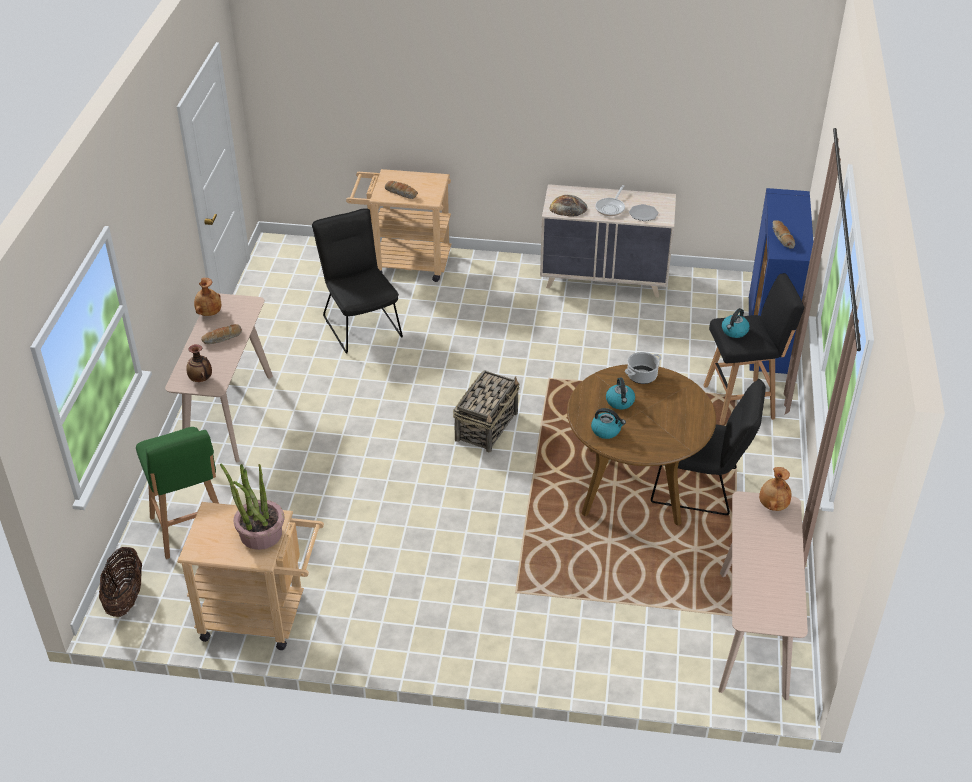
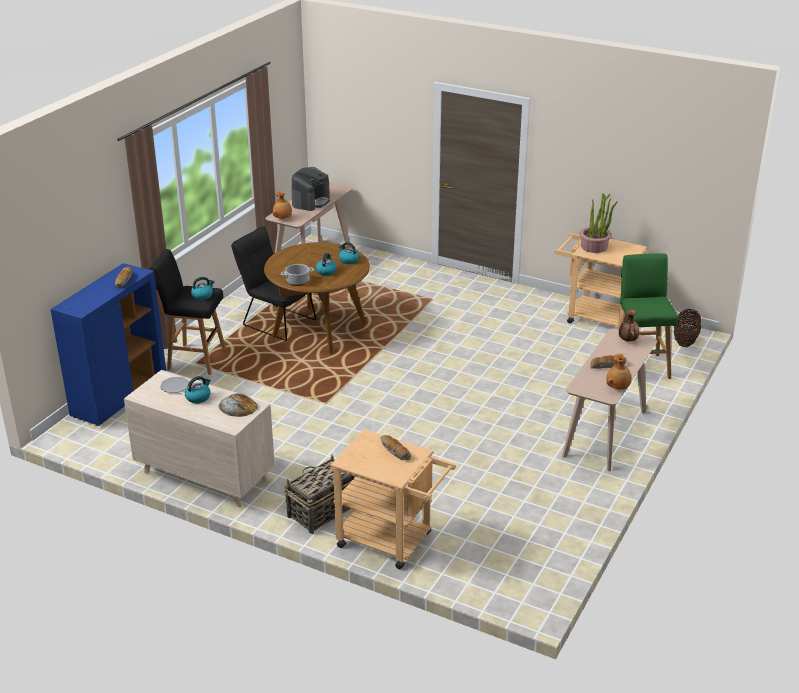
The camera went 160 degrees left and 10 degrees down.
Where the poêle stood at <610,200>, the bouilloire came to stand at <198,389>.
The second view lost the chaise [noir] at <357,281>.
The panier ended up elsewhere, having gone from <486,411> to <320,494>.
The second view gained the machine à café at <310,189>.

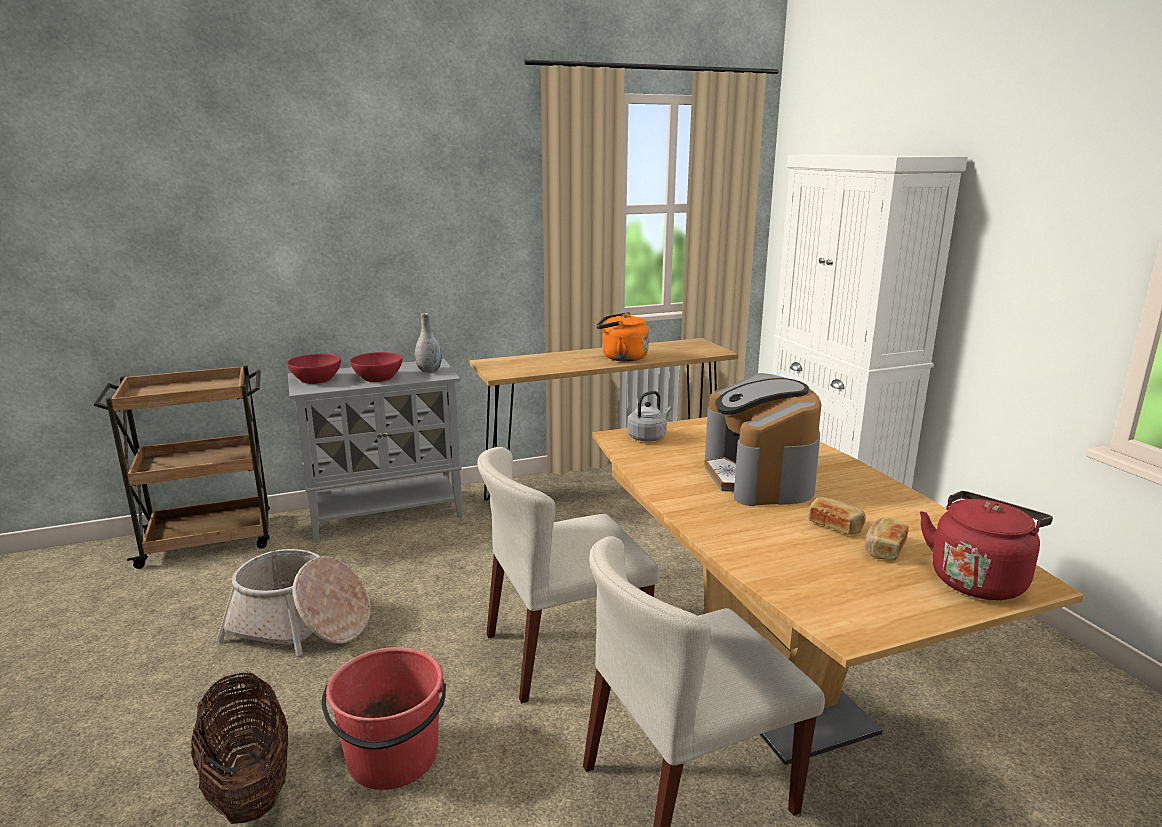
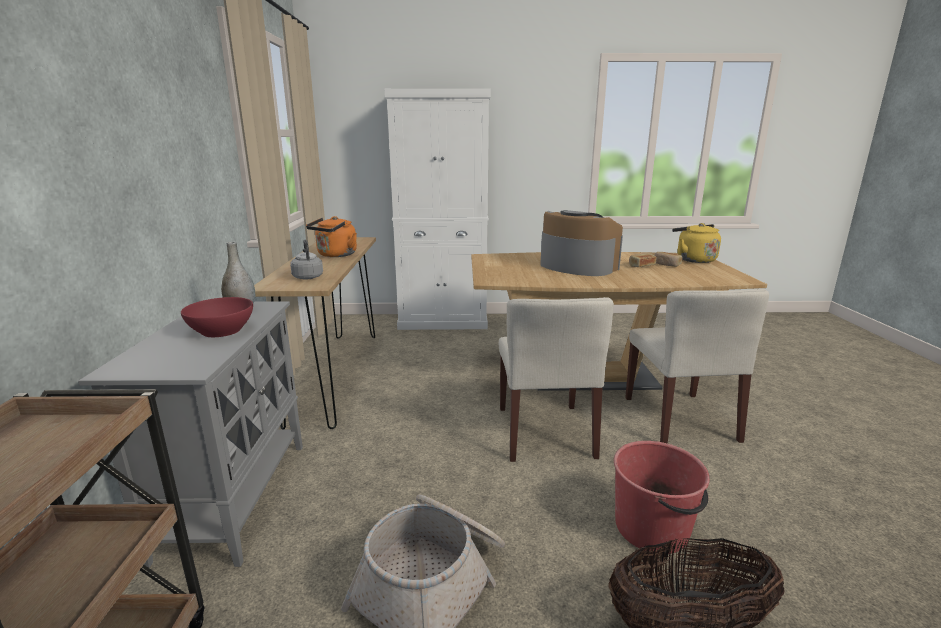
The camera went 70 degrees left and 0 degrees up.
The second view lost the bol [rouge] at <314,369>.
The machine à café at <763,439> ended up facing another way, 150 degrees counterclockwise from before.
The bouilloire [gris] ended up elsewhere, having gone from <649,416> to <306,259>.
What was the bouilloire [rouge] at <986,545> turned into the bouilloire [jaune] at <696,243>.

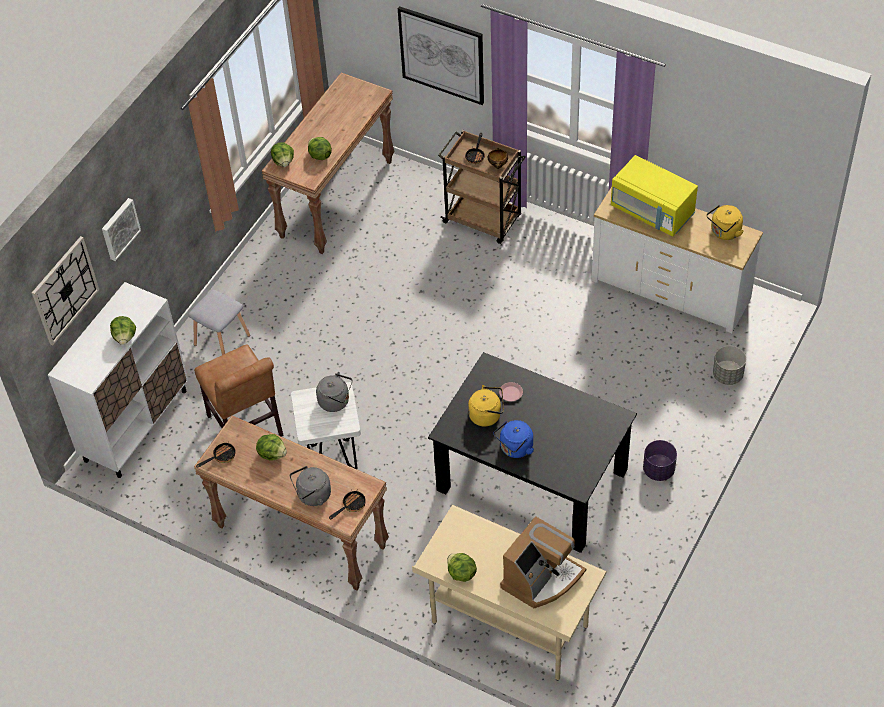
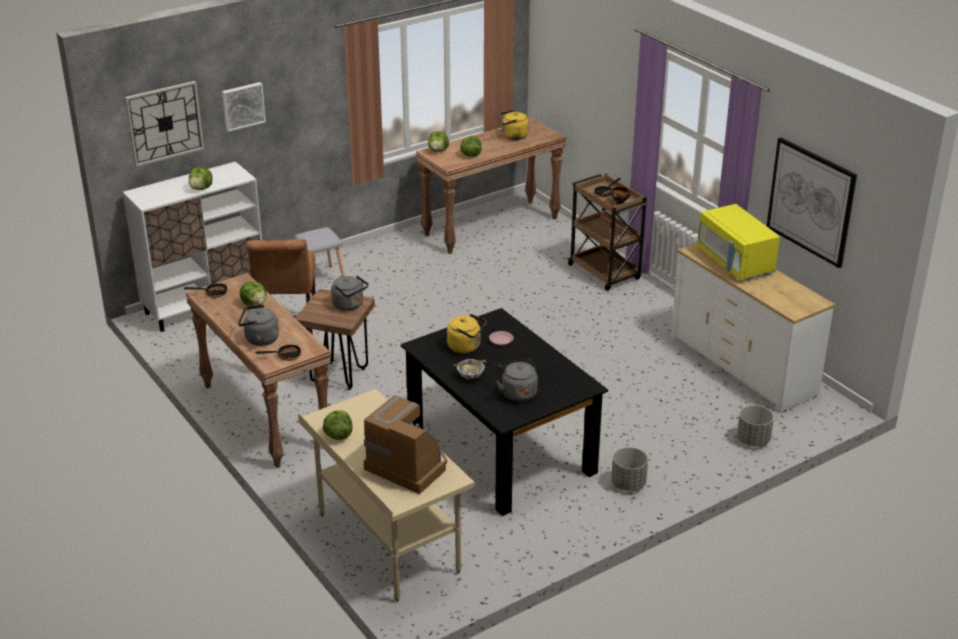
The camera went 25 degrees right and 20 degrees down.
The tableau ended up elsewhere, having gone from <441,55> to <812,203>.
The bouilloire [jaune] ended up elsewhere, having gone from <725,222> to <514,125>.
What was the tabouret [blanc] at <326,425> turned into the tabouret [marron] at <335,339>.
Where the bouilloire [bleu] stood at <513,439>, the bol came to stand at <469,369>.
What was the cache-pot [violet] at <660,460> turned into the cache-pot [gris] at <629,469>.
The machine à café at <543,562> ended up facing another way, 120 degrees counterclockwise from before.
The second view gained the bouilloire [gris] at <517,380>.

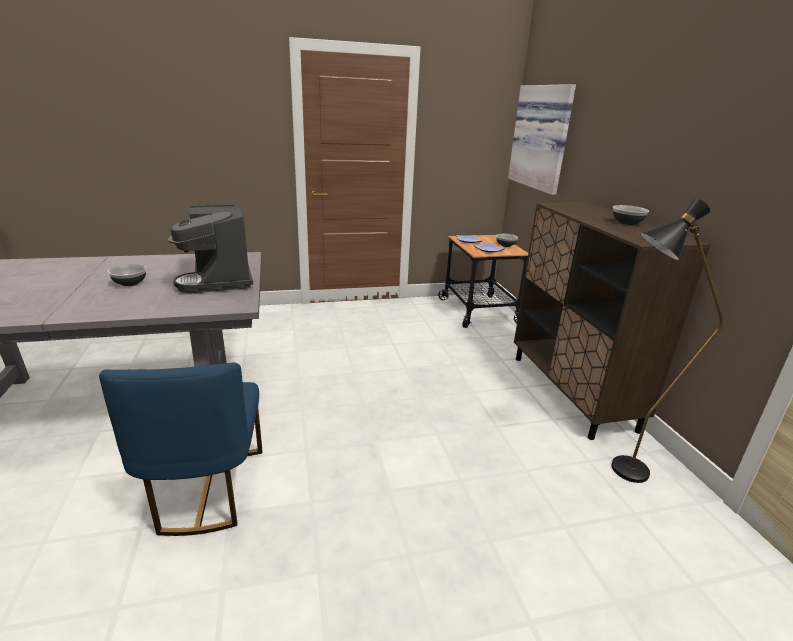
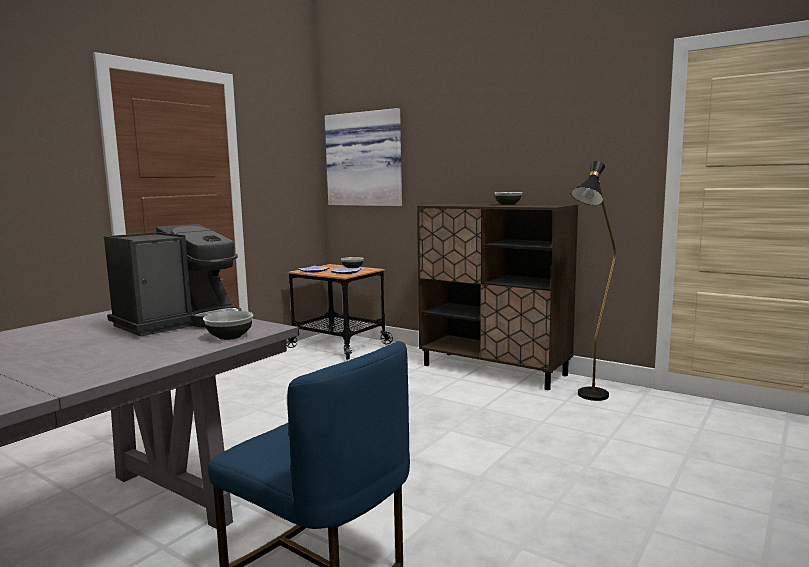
The camera went 40 degrees left and 15 degrees down.
The machine à café at <210,248> ended up facing another way, 75 degrees counterclockwise from before.
The bol ended up elsewhere, having gone from <127,275> to <228,325>.

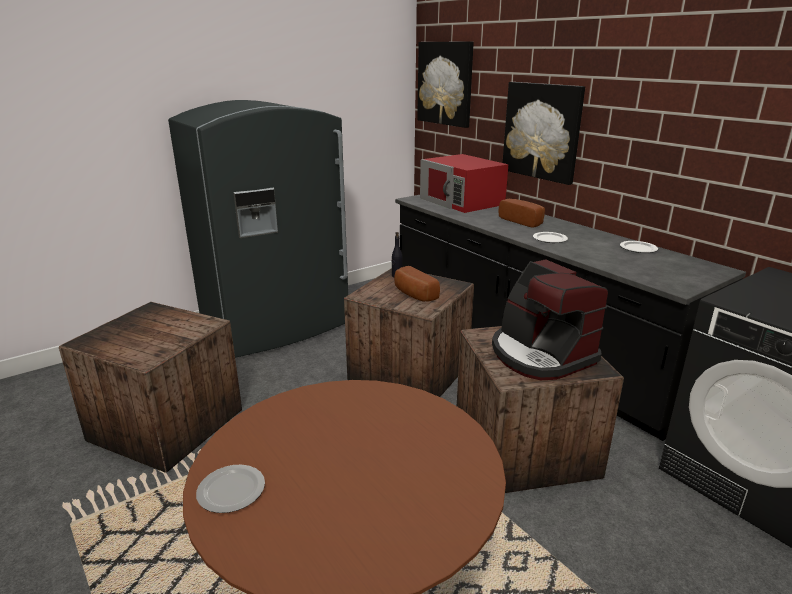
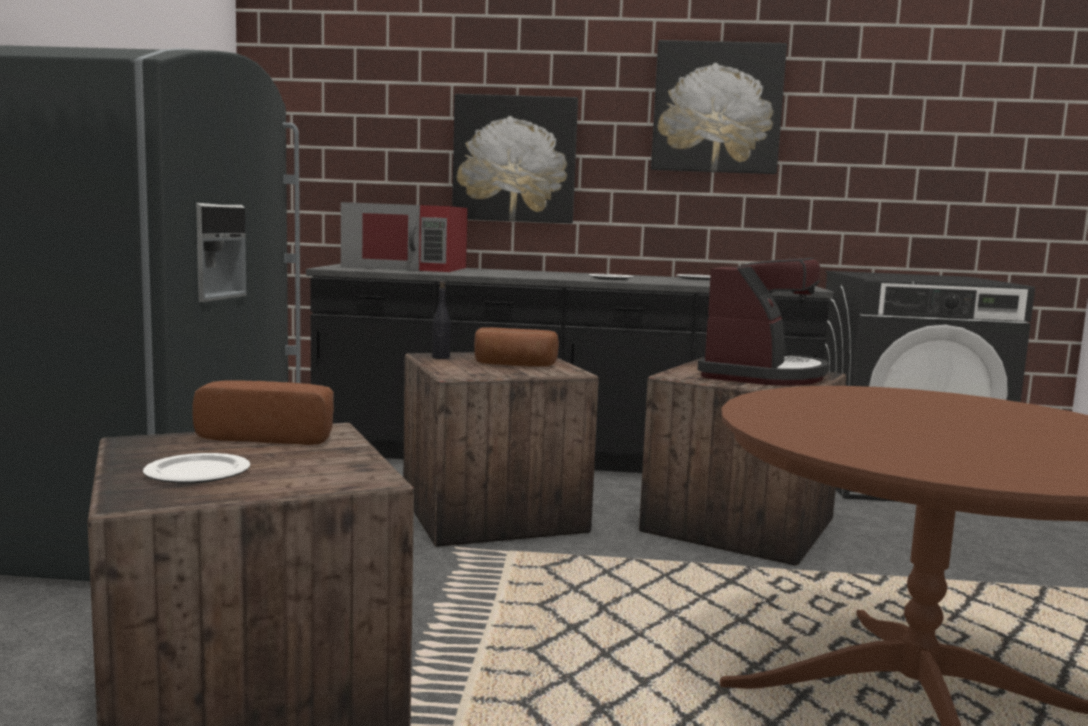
The camera went 50 degrees left and 15 degrees down.
The tableau ended up elsewhere, having gone from <445,84> to <719,107>.
The pain ended up elsewhere, having gone from <522,213> to <263,412>.
The machine à café at <550,319> ended up facing another way, 75 degrees counterclockwise from before.
The assiette ended up elsewhere, having gone from <230,489> to <197,468>.

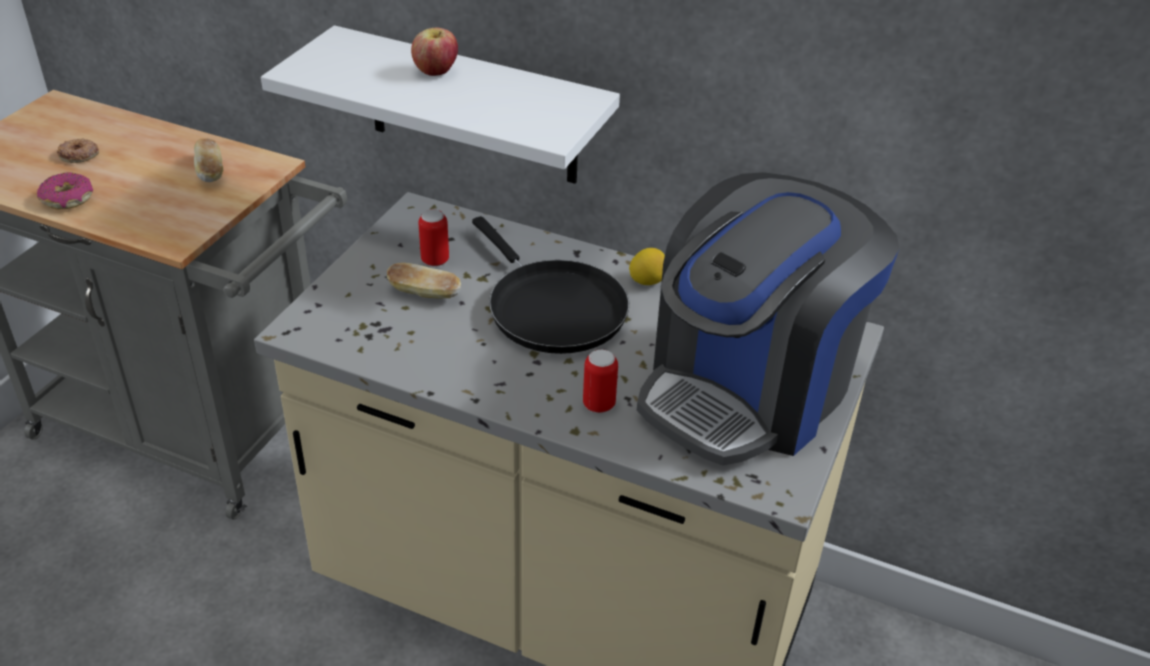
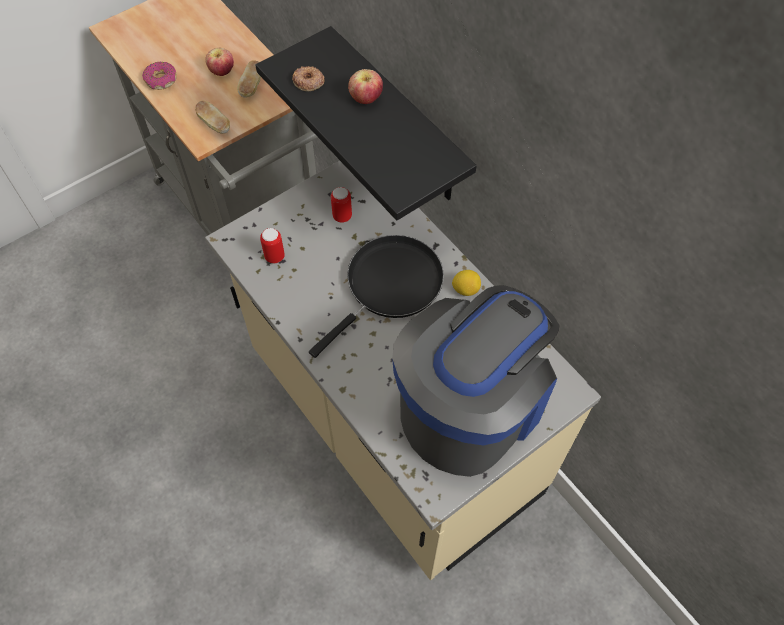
The camera went 30 degrees right and 20 degrees up.
What was the étagère [blanc] at <440,104> turned into the étagère [noir] at <366,123>.
The beignet ended up elsewhere, having gone from <78,150> to <308,78>.
The machine à café at <768,319> ended up facing another way, 150 degrees clockwise from before.
The poêle [noir] at <550,285> ended up facing another way, 135 degrees counterclockwise from before.
The pain ended up elsewhere, having gone from <424,281> to <212,117>.
The boîte métallique ended up elsewhere, having gone from <600,381> to <272,246>.
The second view gained the pomme at <219,62>.

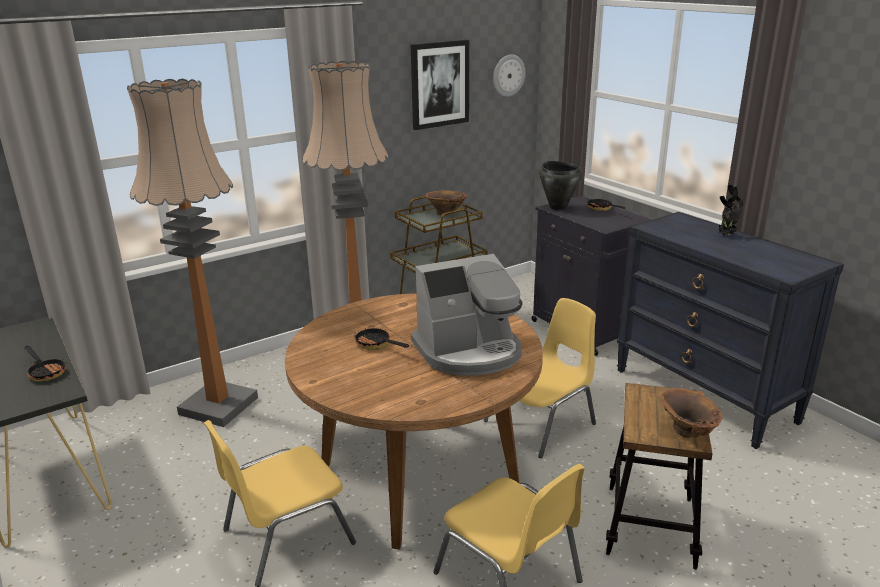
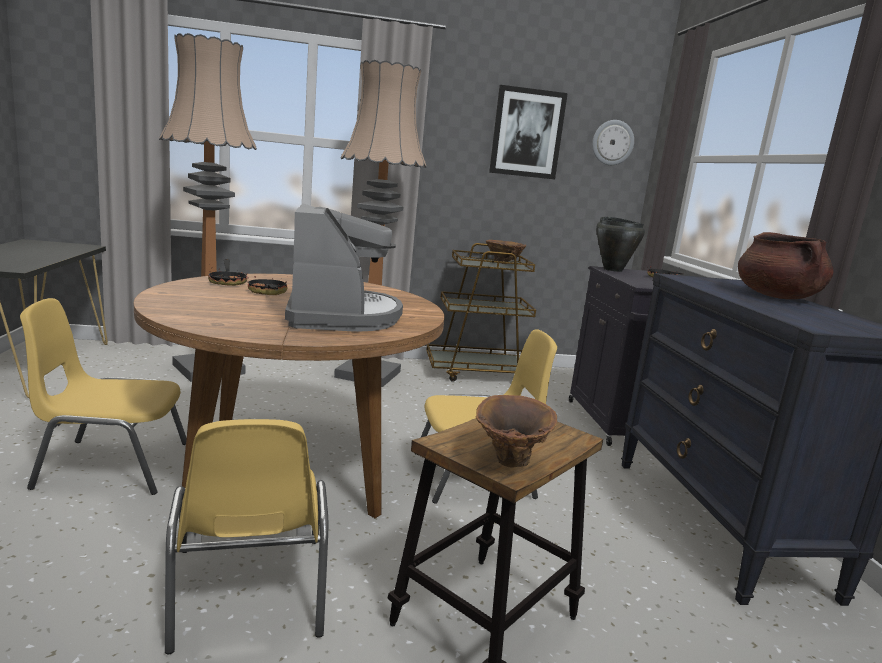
The camera went 25 degrees right and 10 degrees down.
Where the plante en pot stood at <730,210>, the marmite [marron] came to stand at <786,265>.
The machine à café at <467,315> ended up facing another way, 105 degrees counterclockwise from before.
The poêle ended up elsewhere, having gone from <45,364> to <227,272>.

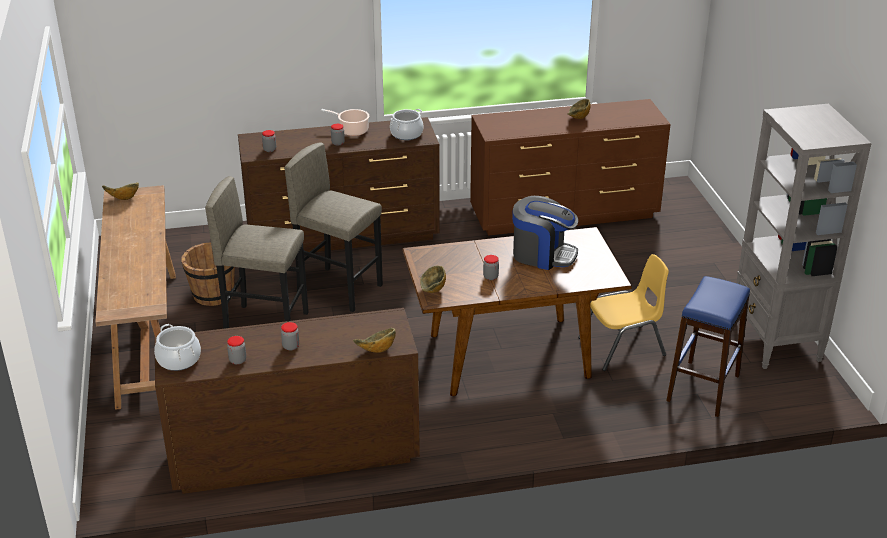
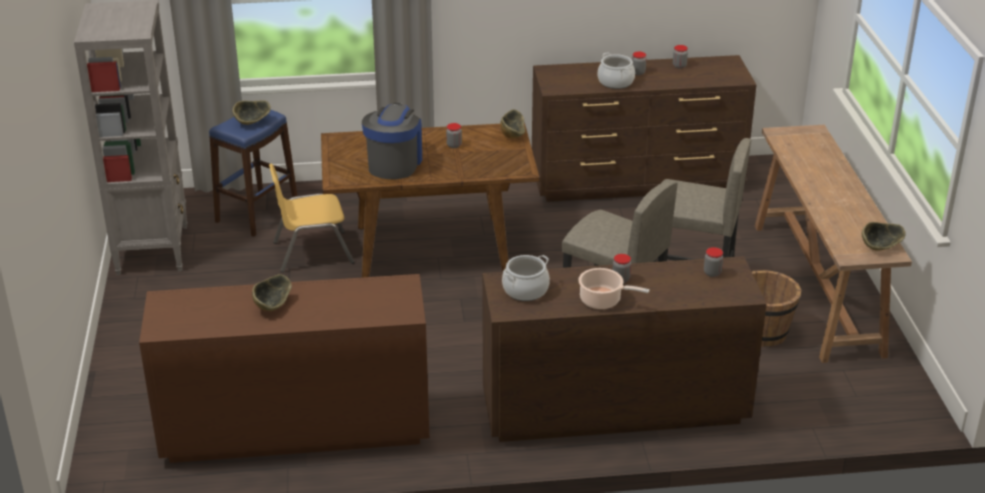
The camera went 175 degrees left and 0 degrees up.
The machine à café at <545,233> ended up facing another way, 75 degrees clockwise from before.
The marmite ended up elsewhere, having gone from <177,347> to <616,70>.
The bol ended up elsewhere, having gone from <374,340> to <252,112>.

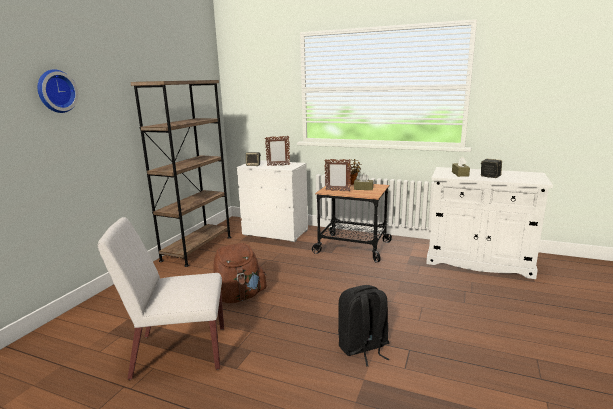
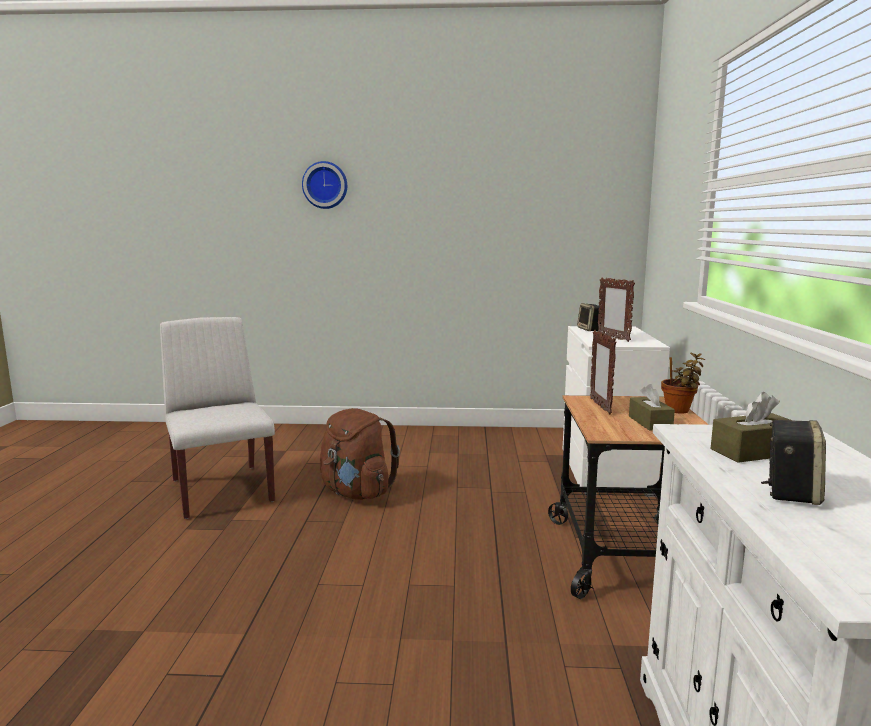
The camera went 70 degrees right and 5 degrees down.
The second view lost the bibliothèque [marron] at <181,173>.
The second view lost the sac à dos [noir] at <363,325>.

